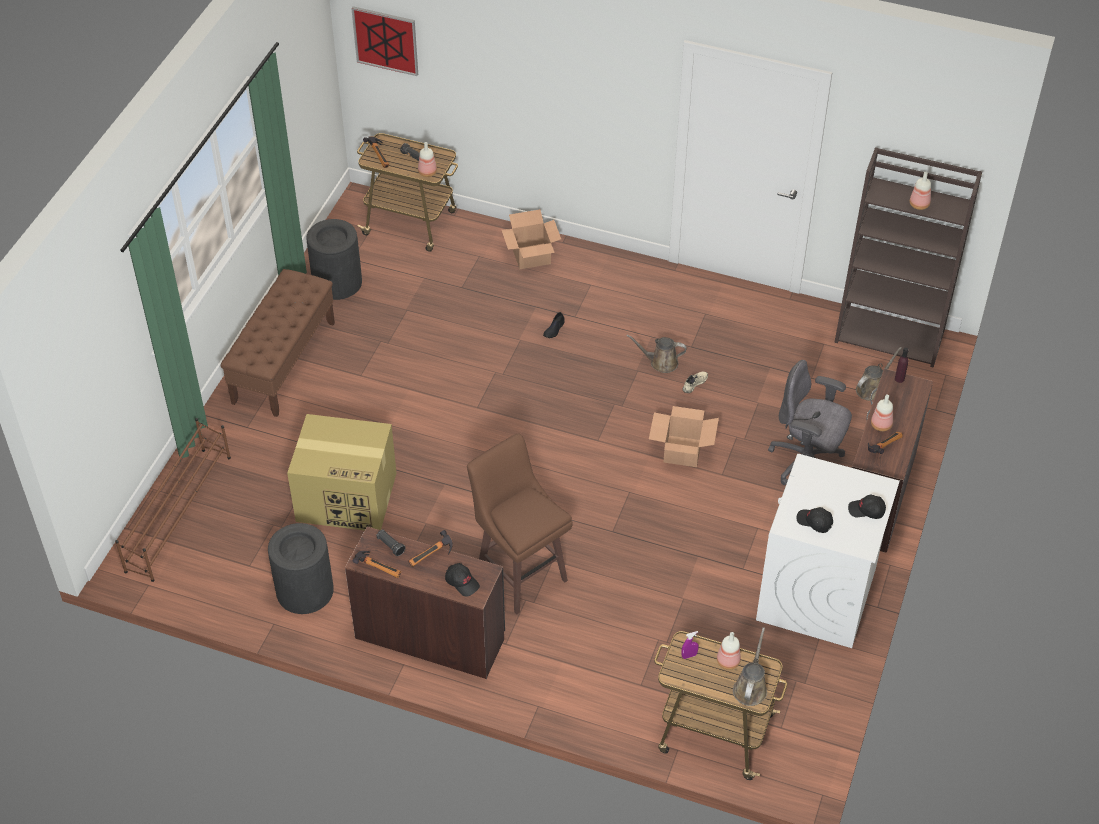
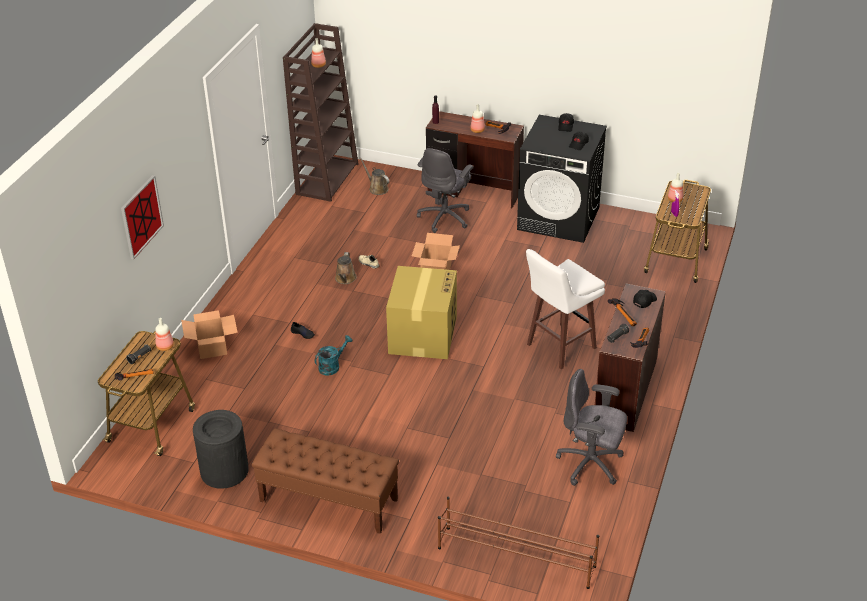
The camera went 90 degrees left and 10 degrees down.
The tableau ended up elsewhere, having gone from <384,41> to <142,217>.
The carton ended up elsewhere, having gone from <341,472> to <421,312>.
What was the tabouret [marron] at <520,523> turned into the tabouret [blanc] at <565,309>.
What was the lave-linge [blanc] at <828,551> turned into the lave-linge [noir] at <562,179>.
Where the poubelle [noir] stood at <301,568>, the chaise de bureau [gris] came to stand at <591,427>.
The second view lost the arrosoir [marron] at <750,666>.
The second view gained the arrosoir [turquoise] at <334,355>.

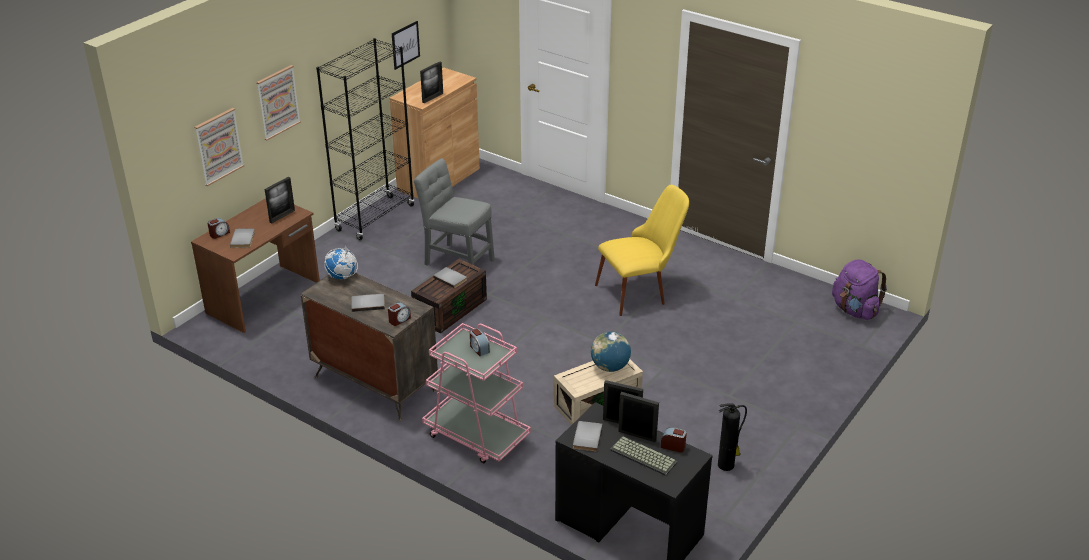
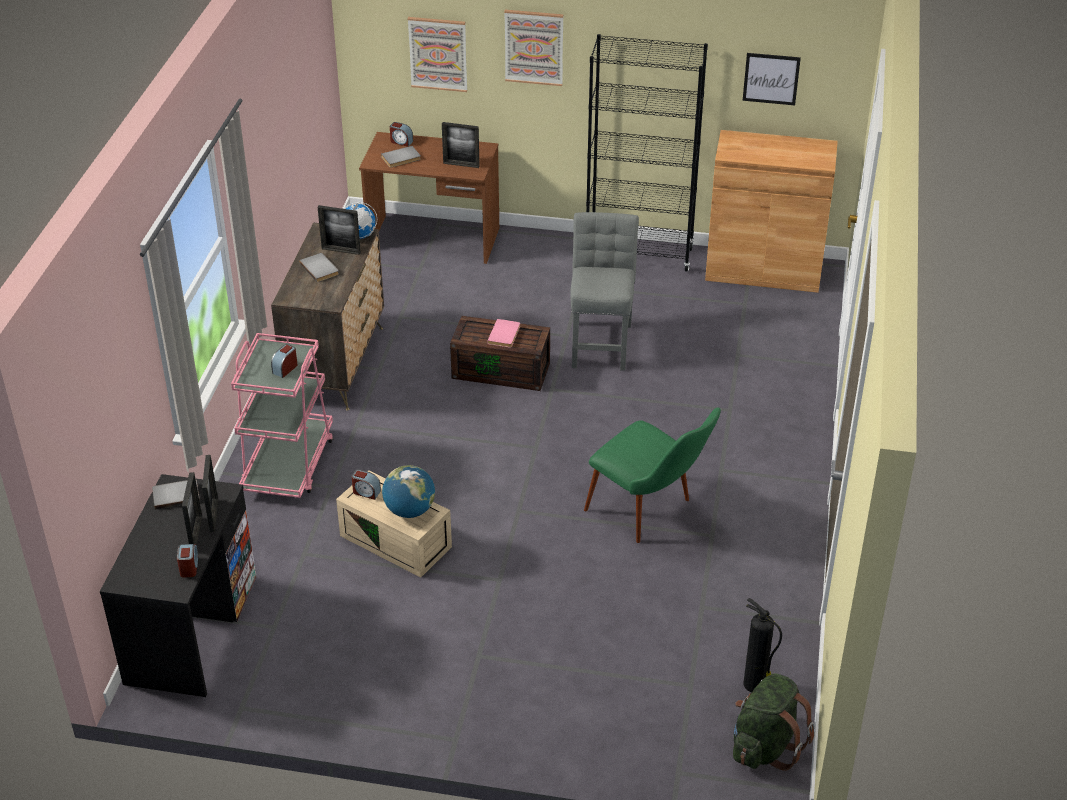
The camera went 65 degrees right and 5 degrees up.
The cadre photo ended up elsewhere, having gone from <431,82> to <339,230>.
What was the chaise [jaune] at <642,250> turned into the chaise [vert] at <652,475>.
What was the sac à dos [violet] at <859,290> turned into the sac à dos [vert] at <774,722>.
What was the livre [gris] at <450,277> turned into the livre [rose] at <503,333>.
The réveil ended up elsewhere, having gone from <399,314> to <366,484>.
The extincteur ended up elsewhere, having gone from <732,437> to <762,645>.
The second view lost the clavier at <643,456>.

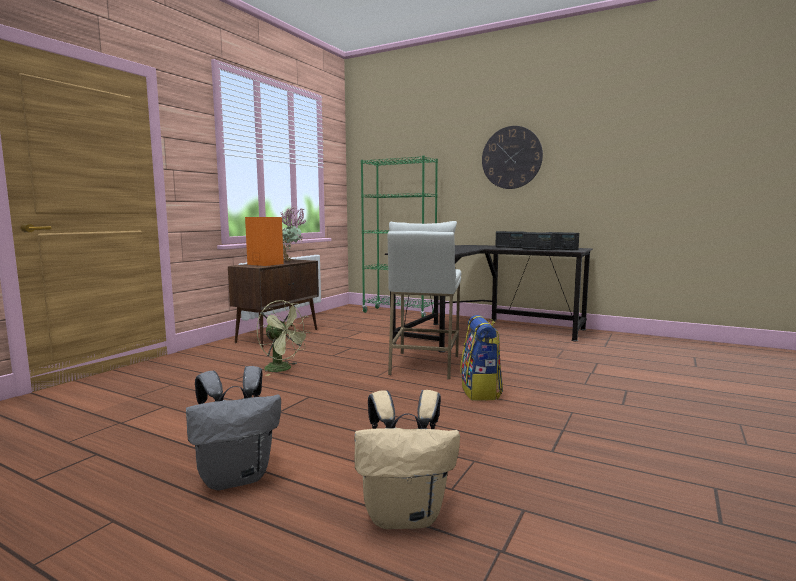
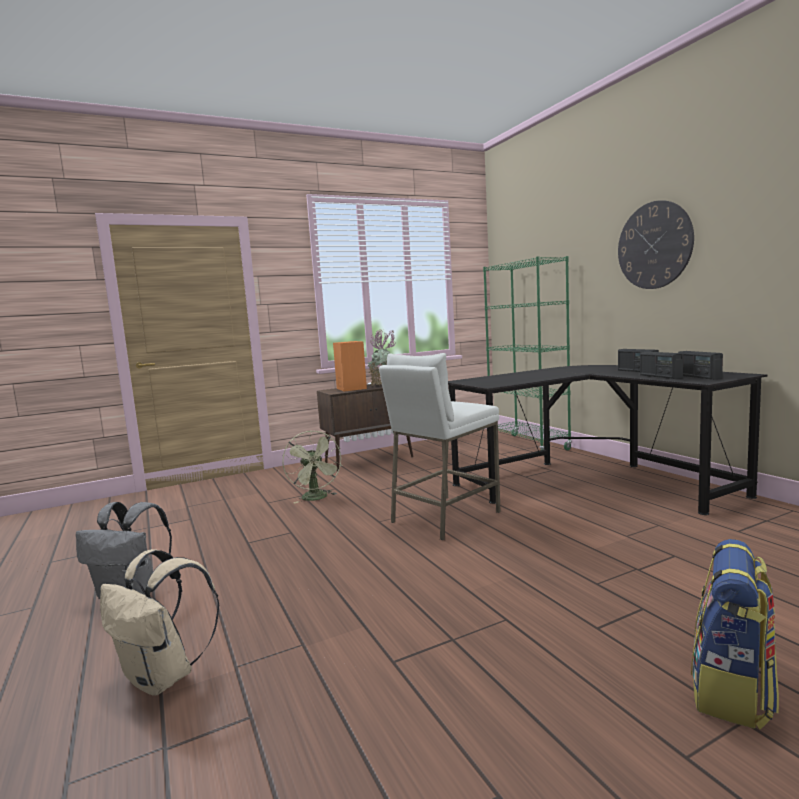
The camera went 35 degrees right and 0 degrees up.
The sac à dos ended up elsewhere, having gone from <481,357> to <735,634>.

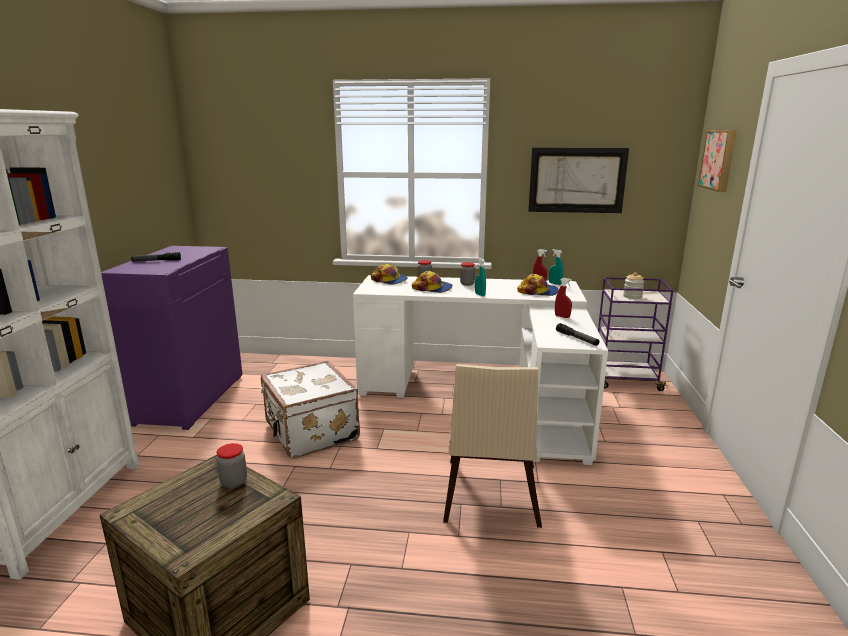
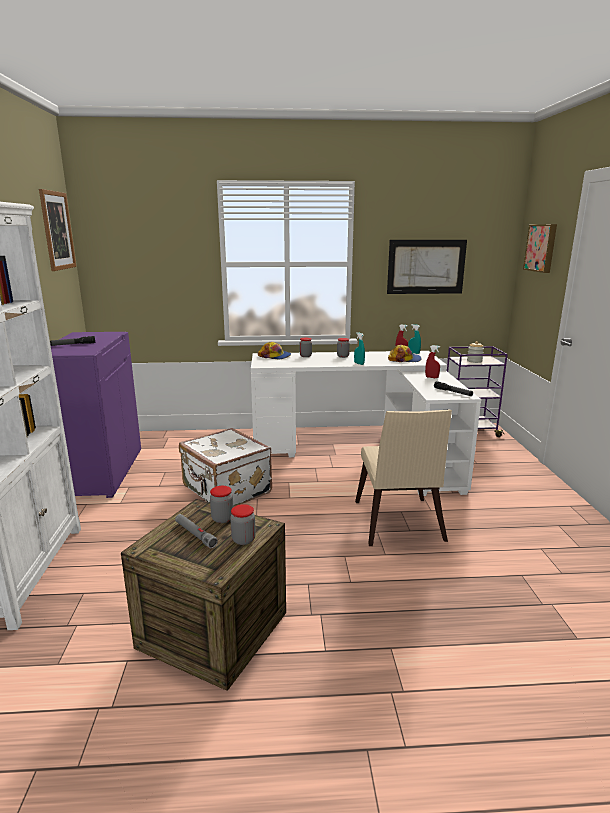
The camera went 10 degrees left and 0 degrees up.
The second view lost the casquette at <432,282>.
The second view gained the tableau at <57,230>.
The second view gained the bocal at <243,524>.
The second view gained the lampe de poche [gris] at <196,531>.

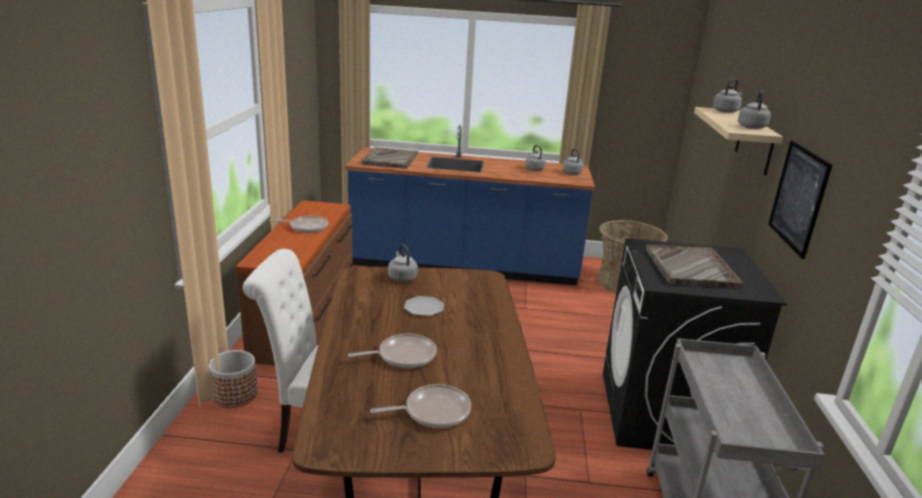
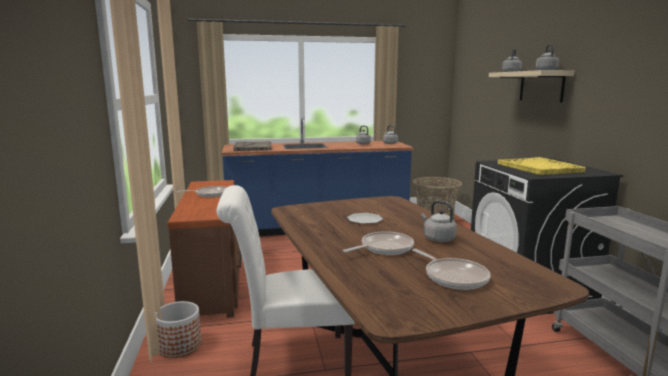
The camera went 15 degrees left and 10 degrees down.
The second view lost the tableau at <800,199>.
The bouilloire [gris] ended up elsewhere, having gone from <403,263> to <439,221>.
What was the plateau [gris] at <694,266> turned into the plateau [jaune] at <542,166>.
The poêle at <420,406> ended up facing another way, 90 degrees clockwise from before.

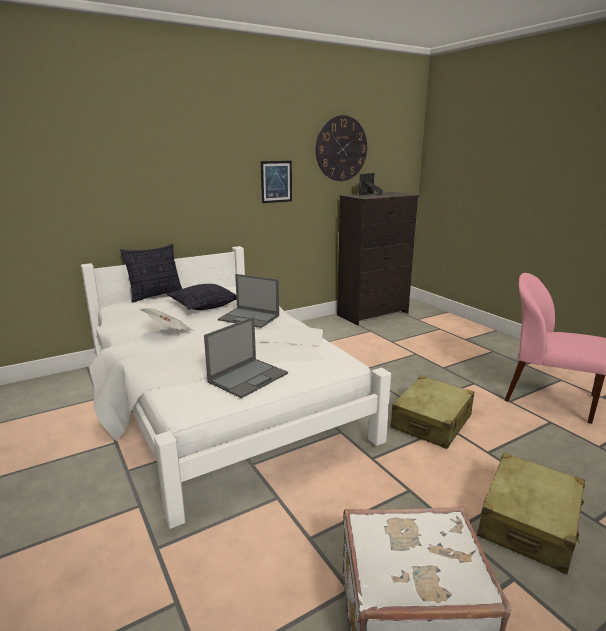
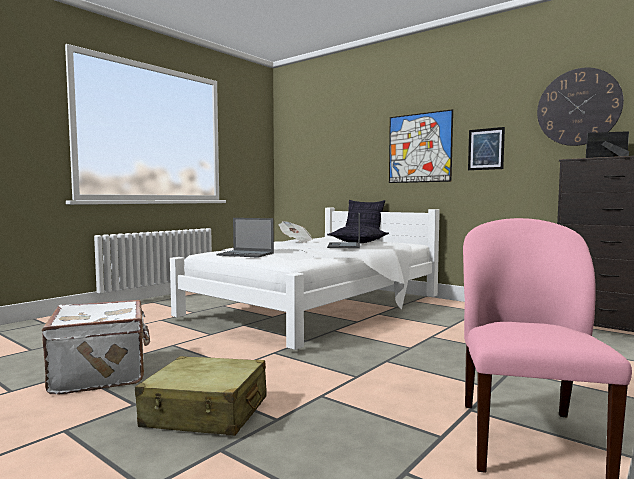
The camera went 70 degrees right and 15 degrees down.
The second view lost the valise [beige] at <432,412>.
The second view gained the tableau at <421,146>.

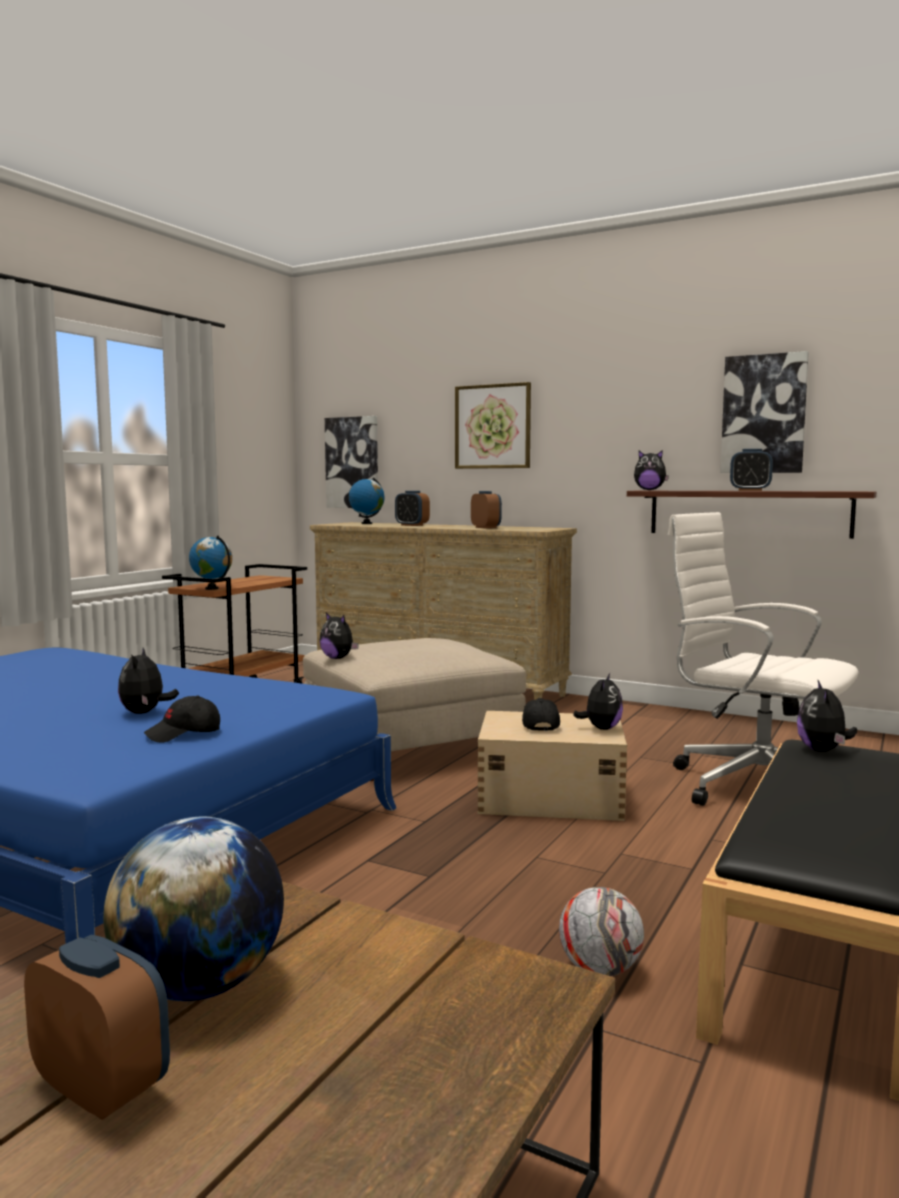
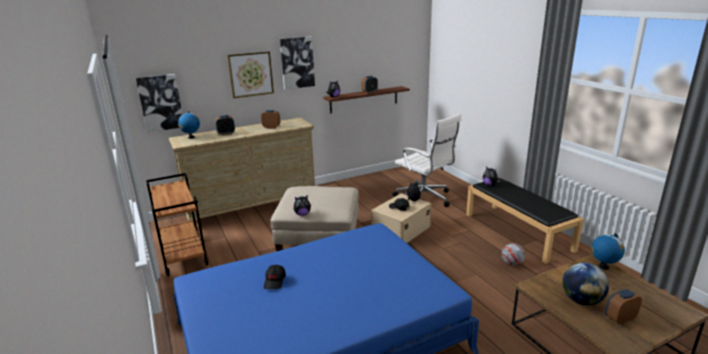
The camera went 55 degrees left and 15 degrees up.
The tableau ended up elsewhere, having gone from <764,412> to <297,63>.
The chaise de bureau [blanc] at <763,659> ended up facing another way, 120 degrees counterclockwise from before.
The globe ended up elsewhere, having gone from <210,562> to <608,251>.
The second view lost the peluche at <148,681>.
The casquette [noir] ended up elsewhere, having gone from <182,719> to <275,277>.

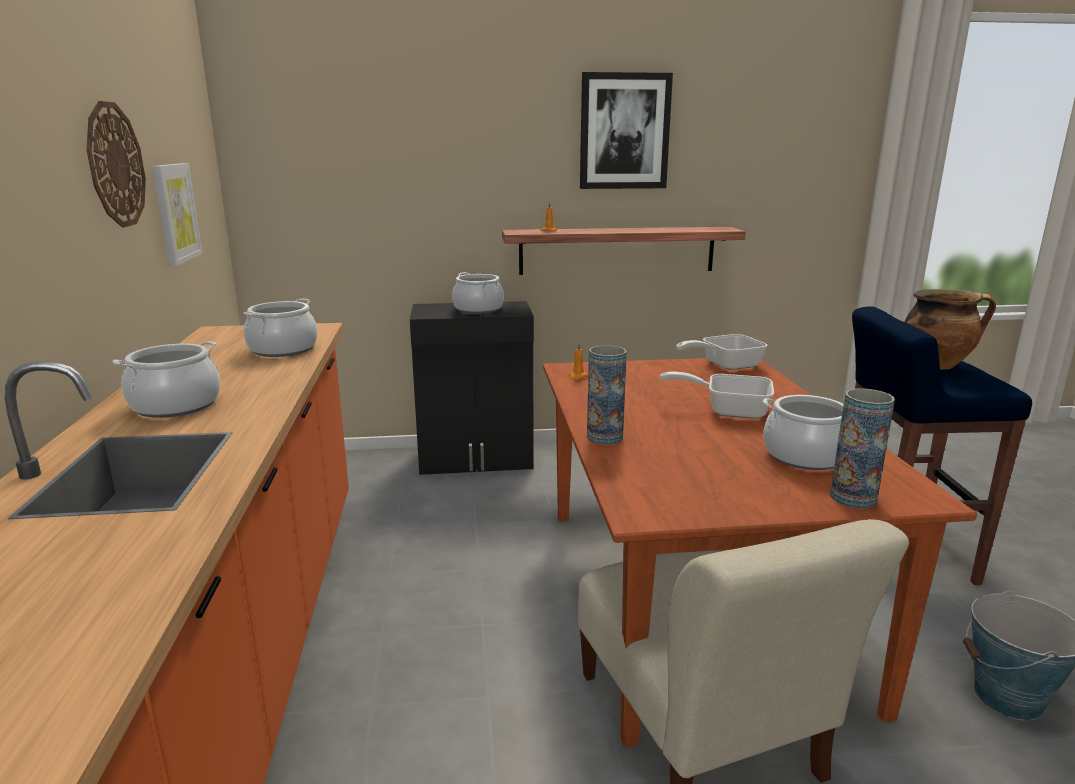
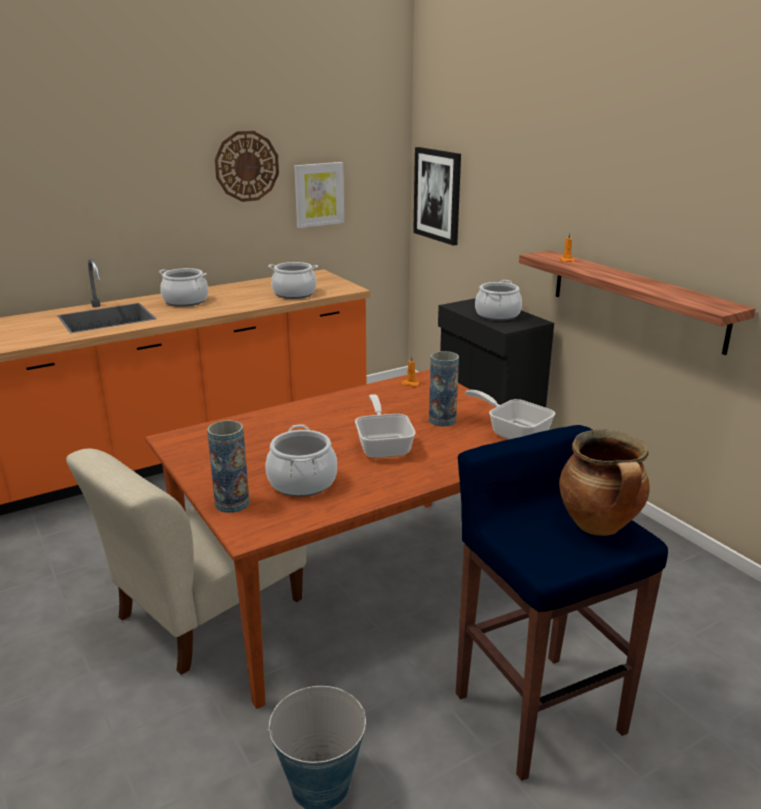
The camera went 65 degrees right and 5 degrees up.
The tableau ended up elsewhere, having gone from <626,130> to <437,196>.
The vase ended up elsewhere, having gone from <607,395> to <444,389>.

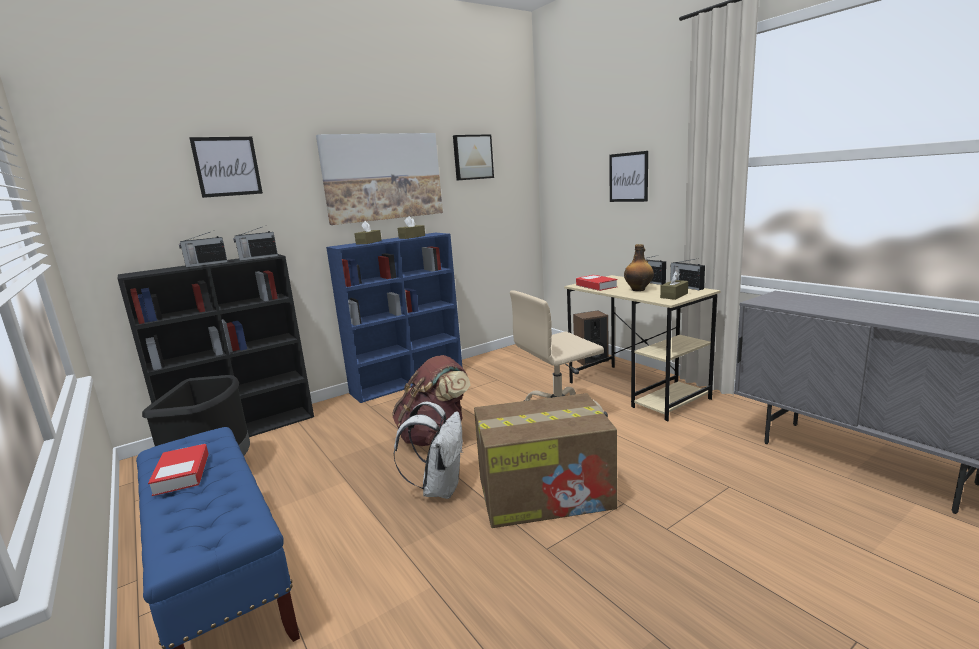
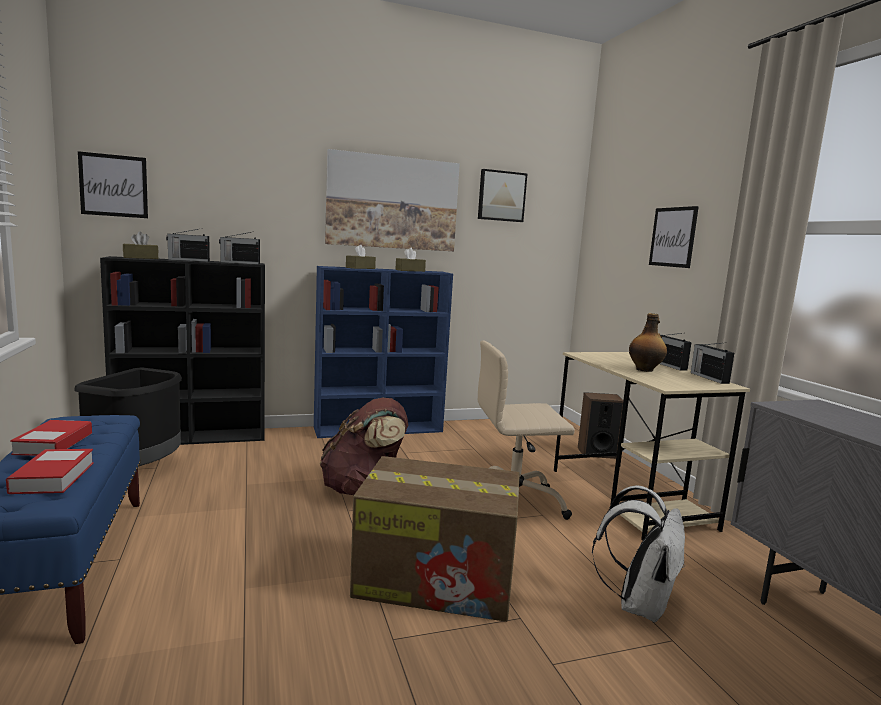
The camera went 15 degrees right and 5 degrees down.
The tableau ended up elsewhere, having gone from <226,167> to <113,184>.
The boîte à mouchoirs [marron] ended up elsewhere, having gone from <674,285> to <141,245>.
The livre ended up elsewhere, having gone from <596,283> to <50,471>.
The sac à dos [blanc] ended up elsewhere, having gone from <428,450> to <638,554>.

